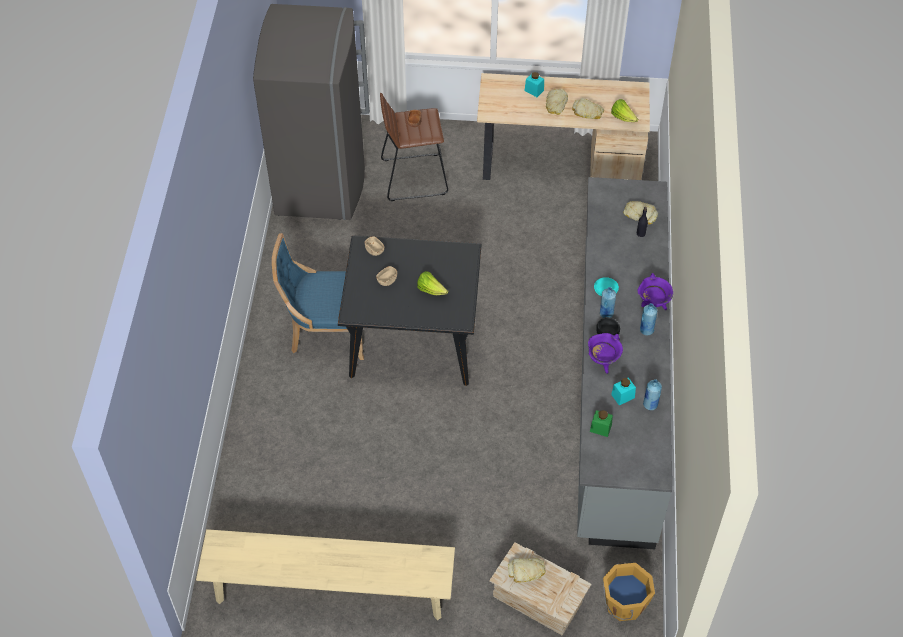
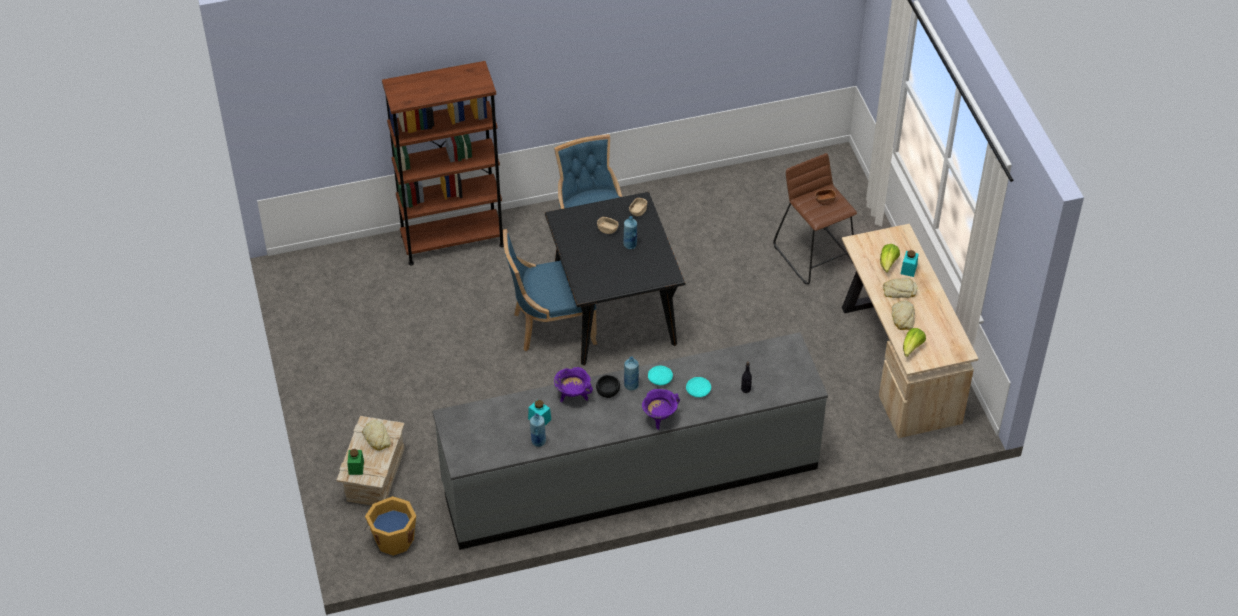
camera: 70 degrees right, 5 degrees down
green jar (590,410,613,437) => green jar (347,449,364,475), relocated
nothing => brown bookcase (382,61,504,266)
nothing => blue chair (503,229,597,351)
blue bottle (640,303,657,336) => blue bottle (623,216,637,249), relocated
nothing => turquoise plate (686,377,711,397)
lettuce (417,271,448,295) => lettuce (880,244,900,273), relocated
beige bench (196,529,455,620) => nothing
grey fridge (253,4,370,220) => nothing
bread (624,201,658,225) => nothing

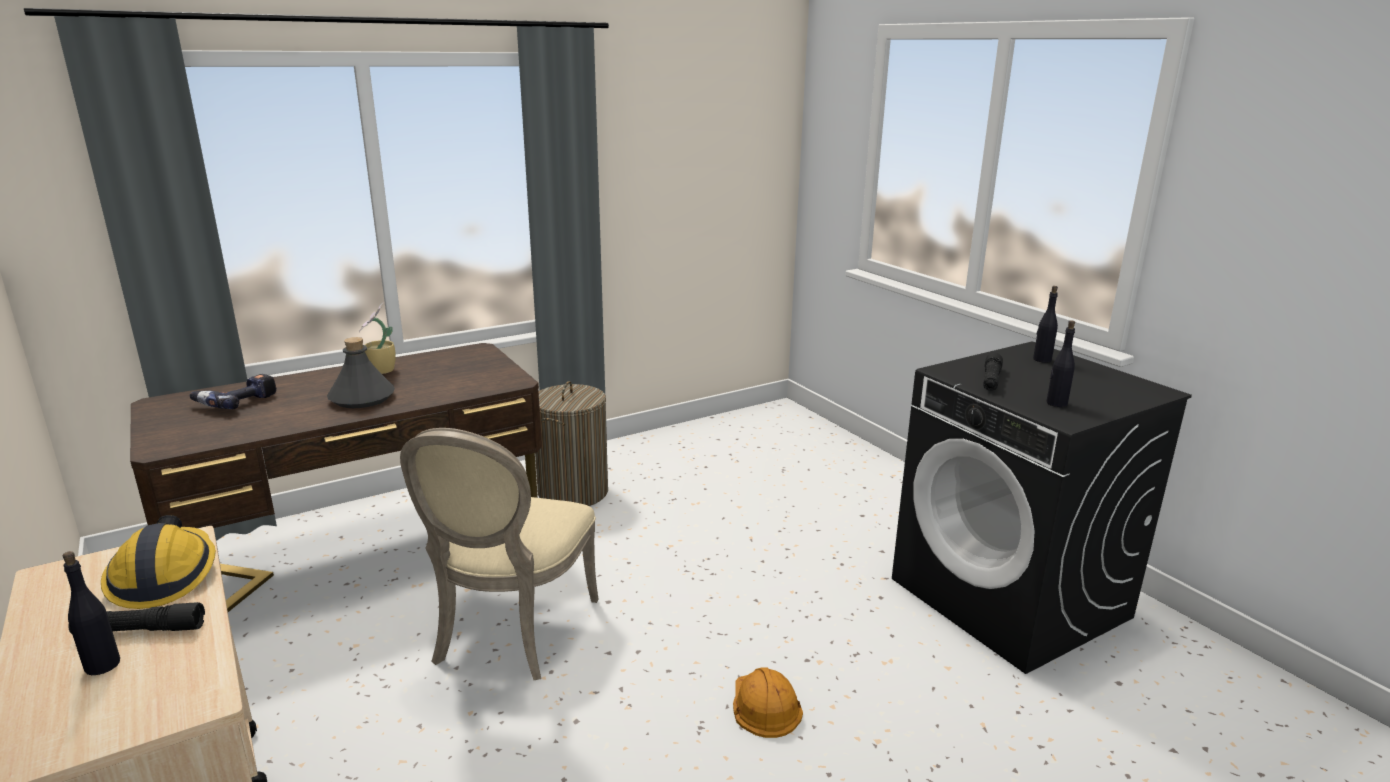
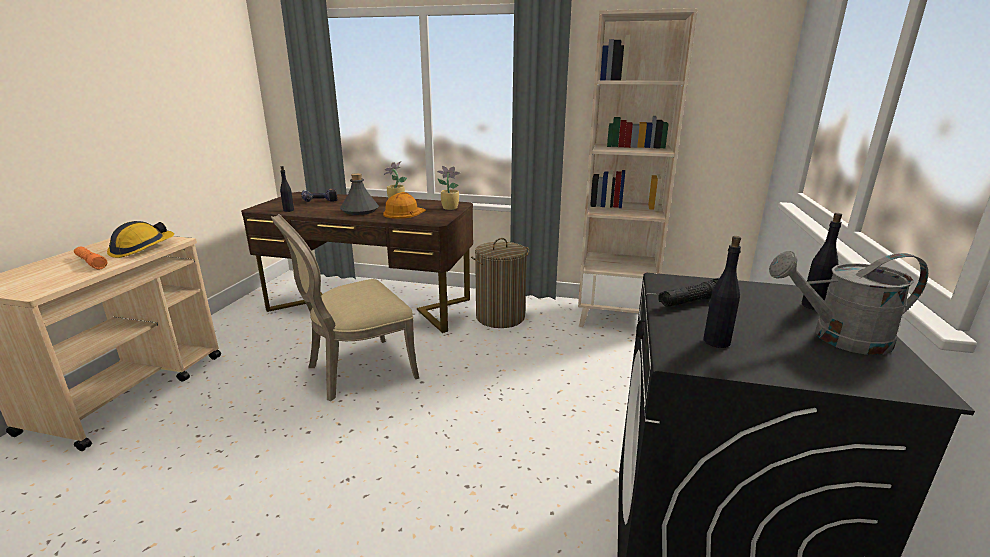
camera: 45 degrees right, 0 degrees up
black flashlight (68,602,205,634) => orange flashlight (74,247,108,269)
black bottle (63,551,120,675) => black bottle (280,166,294,212), relocated
orange hard hat (733,667,803,738) => orange hard hat (383,192,426,219), relocated
nothing => potted plant (437,166,460,210)
nothing => beige bookcase (578,8,698,327)
nothing => grey watering can (769,251,928,355)

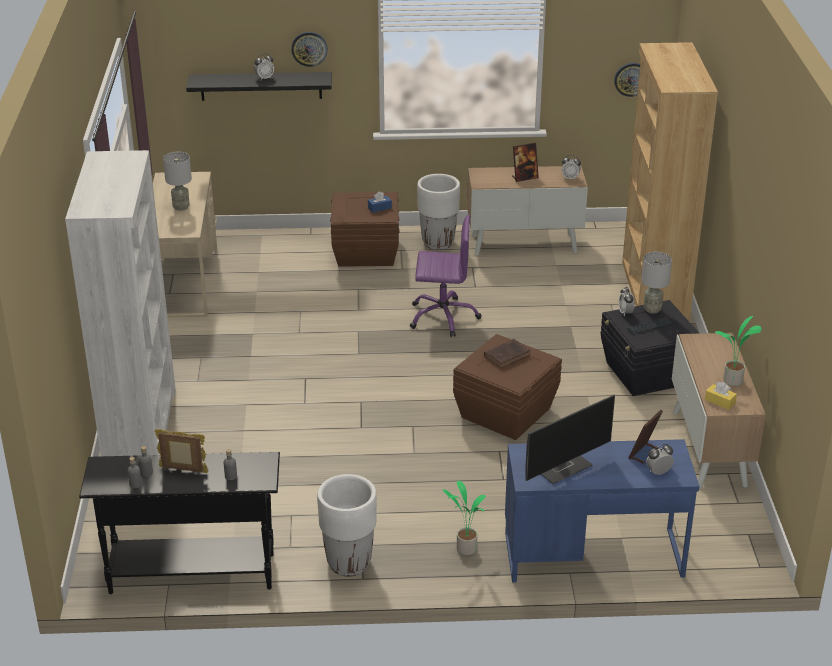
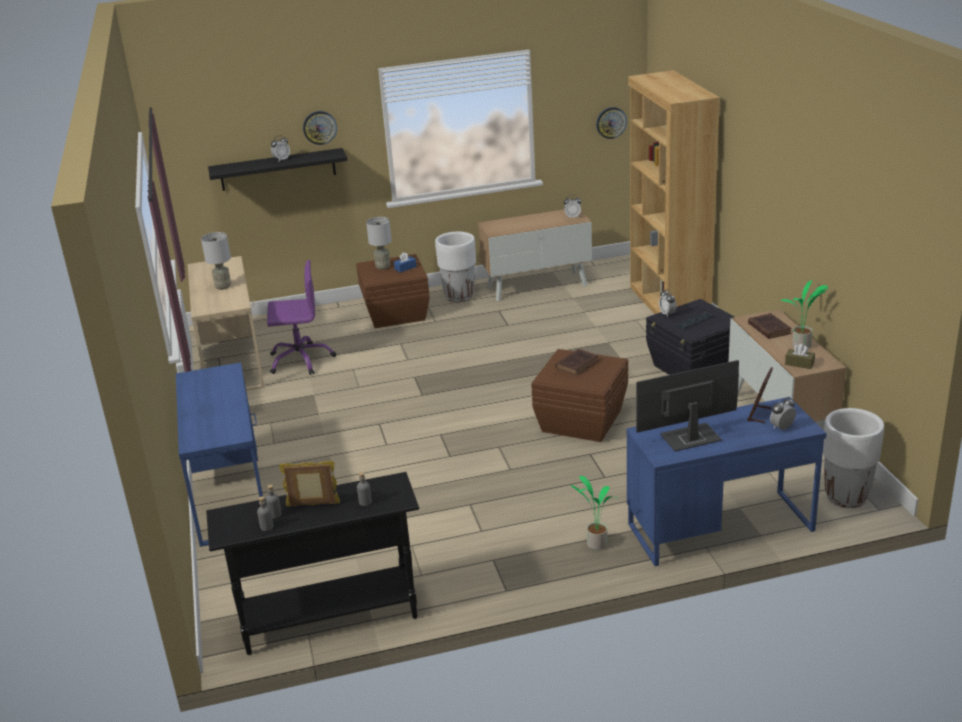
camera: 10 degrees left, 5 degrees down
white bookcase (65,150,176,456) => blue desk (176,362,263,547)
purple office chair (410,215,481,337) => purple office chair (267,260,336,375), relocated
grey table lamp (641,252,672,314) => grey table lamp (366,217,392,270), relocated
monitor (525,395,615,484) => monitor (636,360,739,451), 150 degrees counterclockwise
nothing => brown book (748,313,792,339)
yellow tissue box (705,382,737,410) => brown tissue box (785,344,815,369)
white planter (317,474,377,577) => white planter (823,408,884,508), relocated
picture frame (512,143,539,182) => nothing

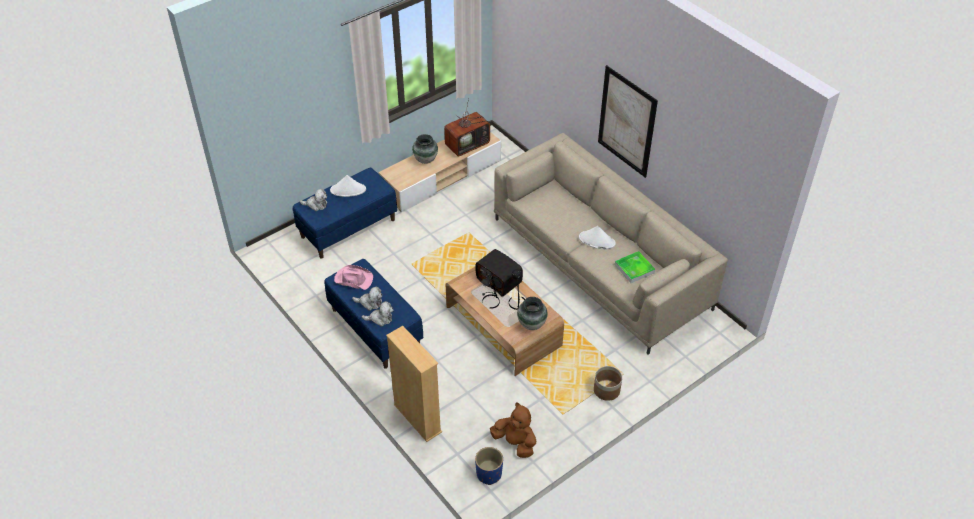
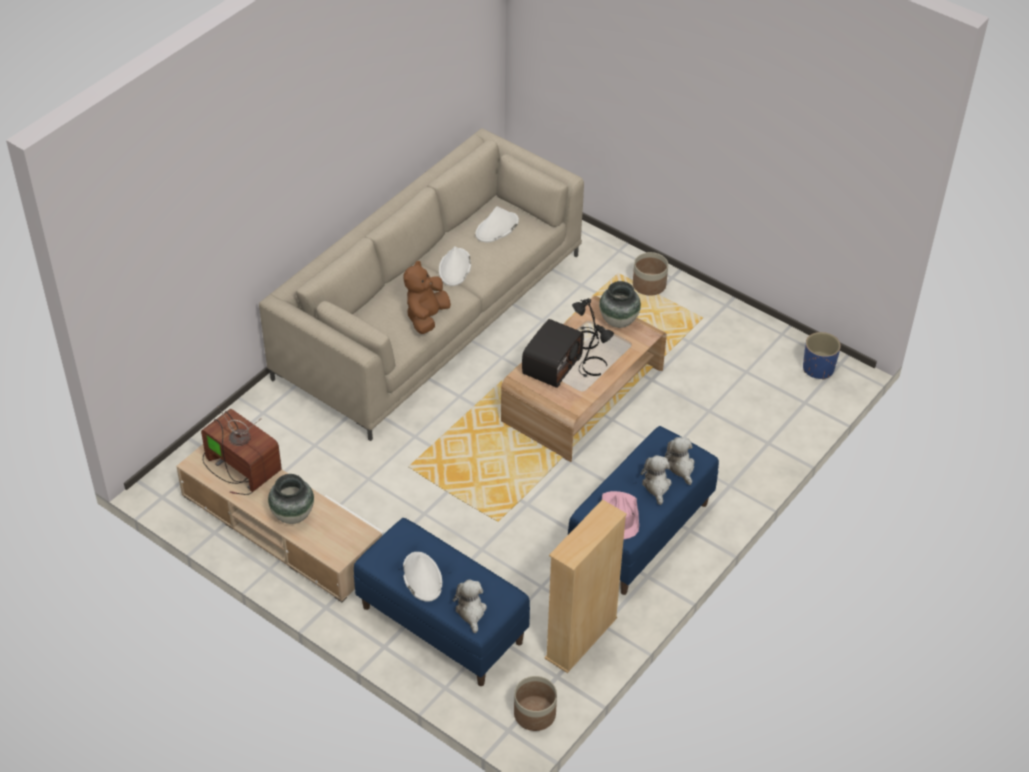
camera: 105 degrees left, 0 degrees up
brown plush toy (490,402,536,458) => brown plush toy (403,261,451,334), relocated
tray (615,251,655,283) => white hat (475,206,519,242)
nothing => planter (514,676,557,731)
beige bookcase (386,326,442,442) => beige bookcase (544,499,627,673), relocated
picture (598,65,658,178) => nothing

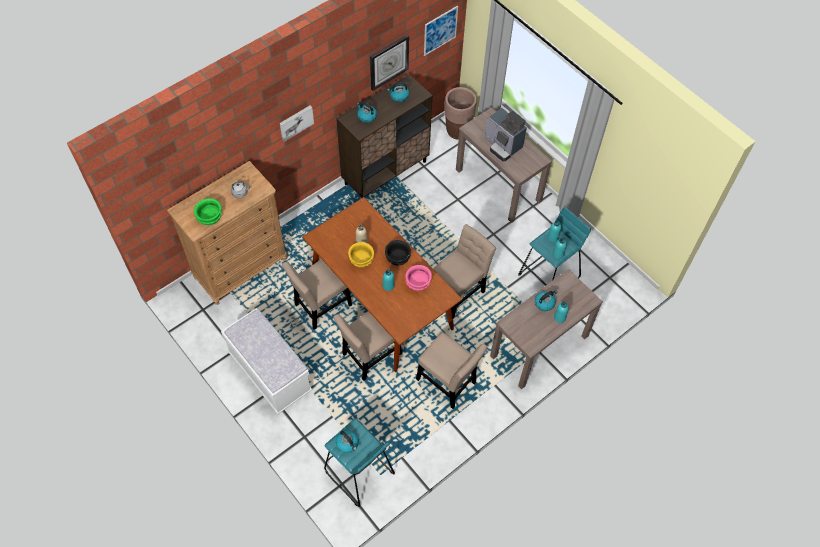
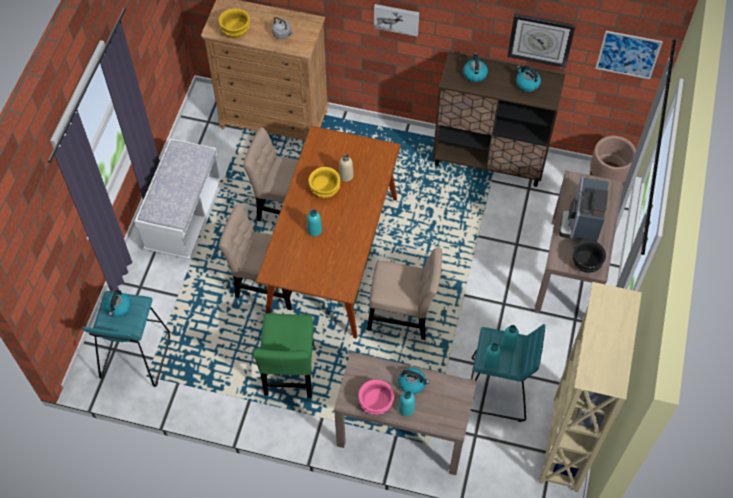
camera: 55 degrees right, 0 degrees up
green bowl (194,198,222,225) => yellow bowl (219,8,250,38)
beige chair (416,333,487,409) => green chair (253,313,314,398)
pink bowl (405,265,432,291) => pink bowl (358,380,394,415), relocated
nothing => beige bookcase (539,282,642,492)
black bowl (385,240,411,266) => black bowl (572,240,606,273), relocated

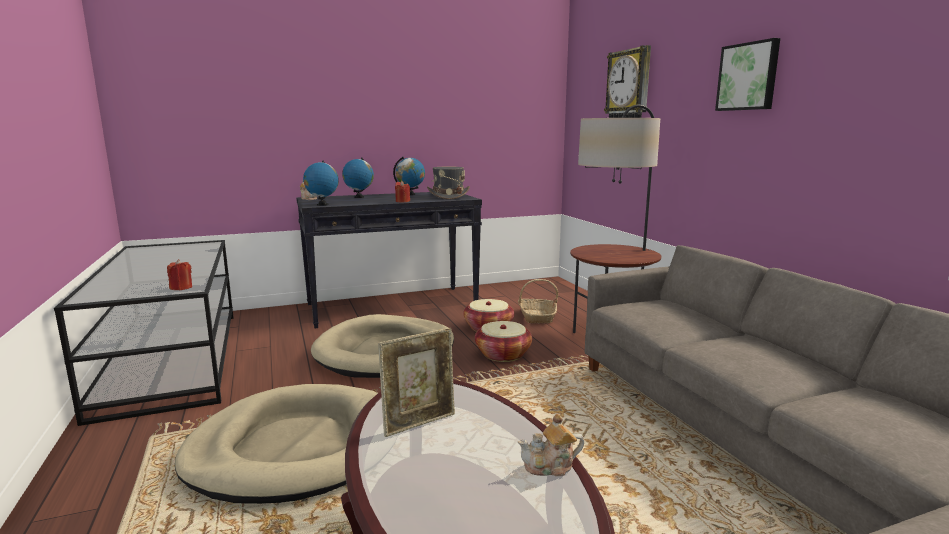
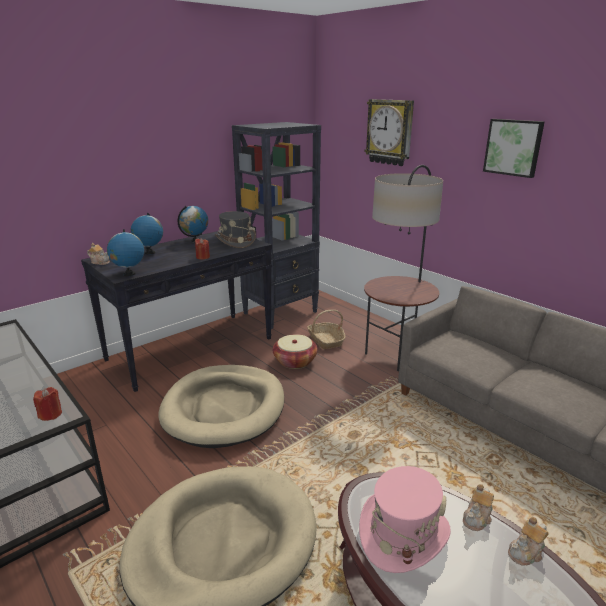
camera: 20 degrees left, 10 degrees up
nothing => black bookcase (232,122,321,329)
picture frame (378,328,455,437) => pink hat (359,466,451,573)
nothing => teapot (463,484,494,531)
basket (475,321,532,362) => nothing

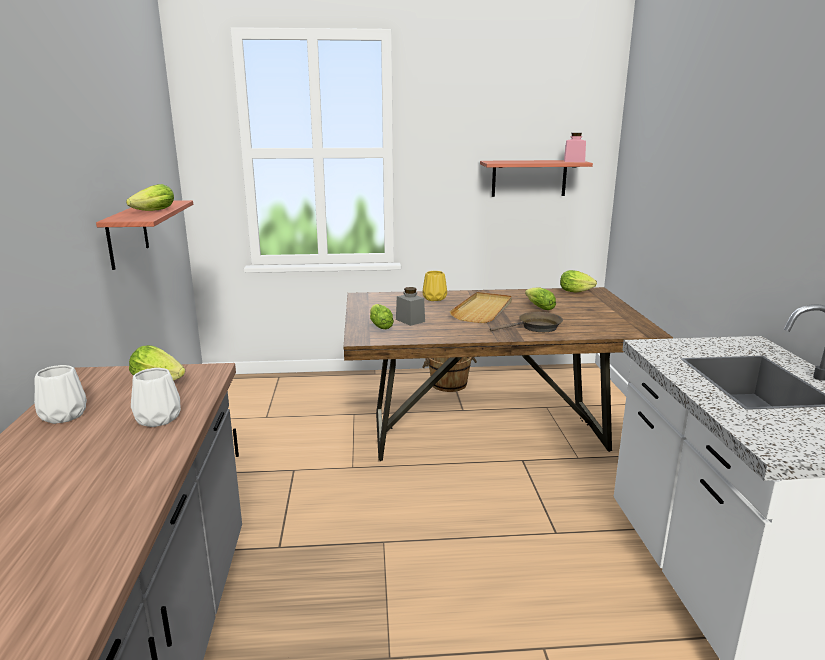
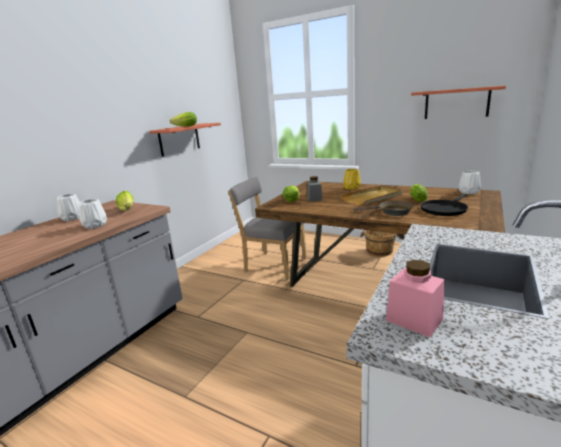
camera: 35 degrees right, 0 degrees up
nothing => grey chair (228,177,307,279)
pink jar (564,133,586,162) => pink jar (386,260,445,337), relocated
nothing => black frying pan (420,194,468,216)
lettuce (560,270,597,293) => white vase (458,171,481,194)

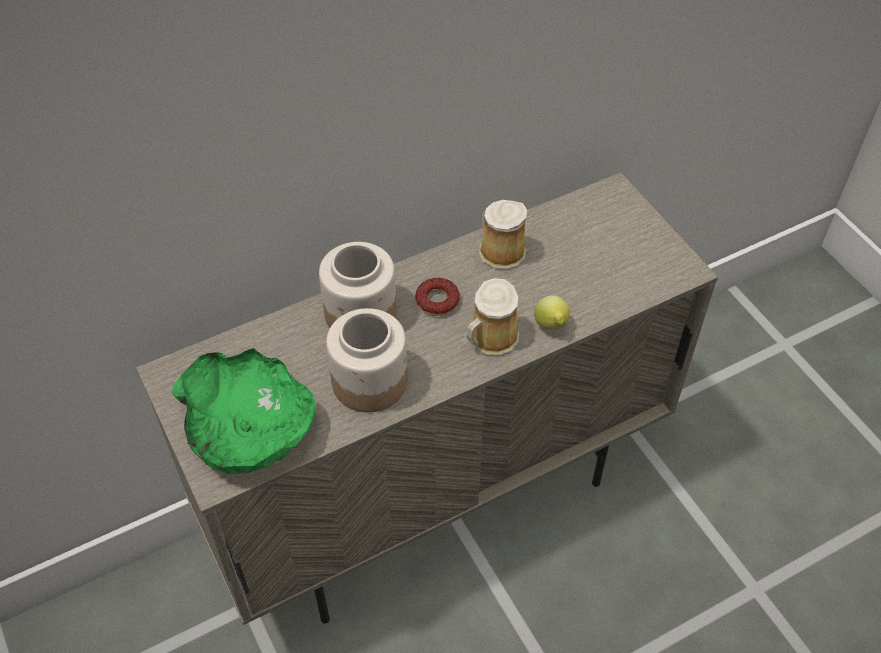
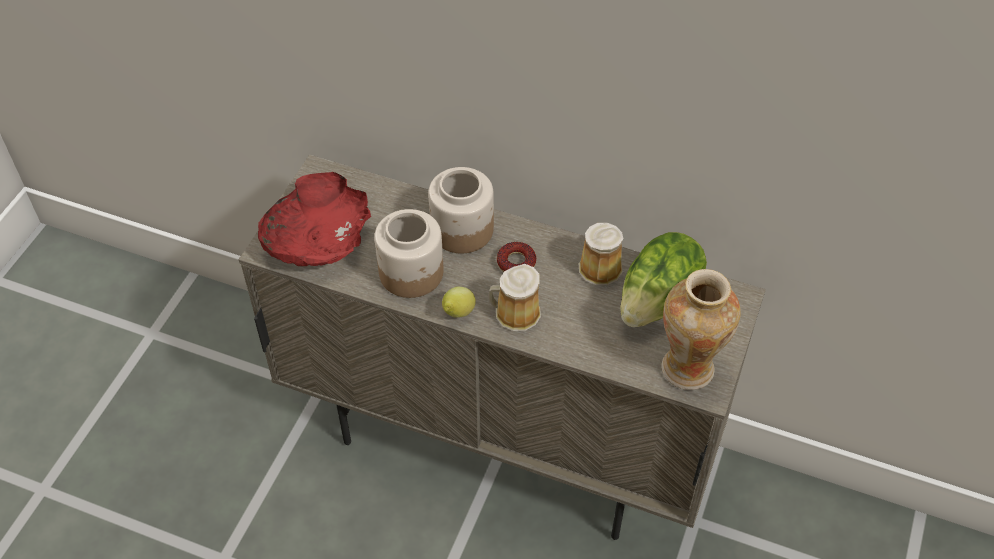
camera: 50 degrees right, 0 degrees up
green bowl (171,348,316,474) => red bowl (258,172,371,266)
lemon (534,295,570,330) => lemon (442,287,476,318), relocated
nothing => lettuce (620,232,707,327)
nothing => vase (661,269,741,390)

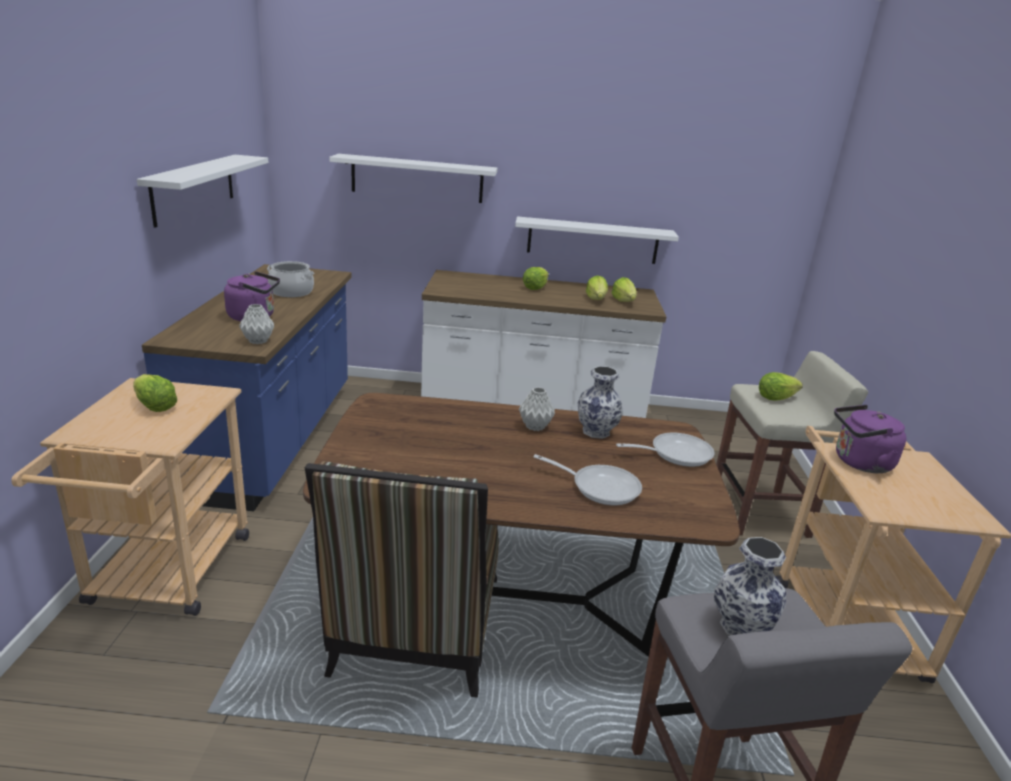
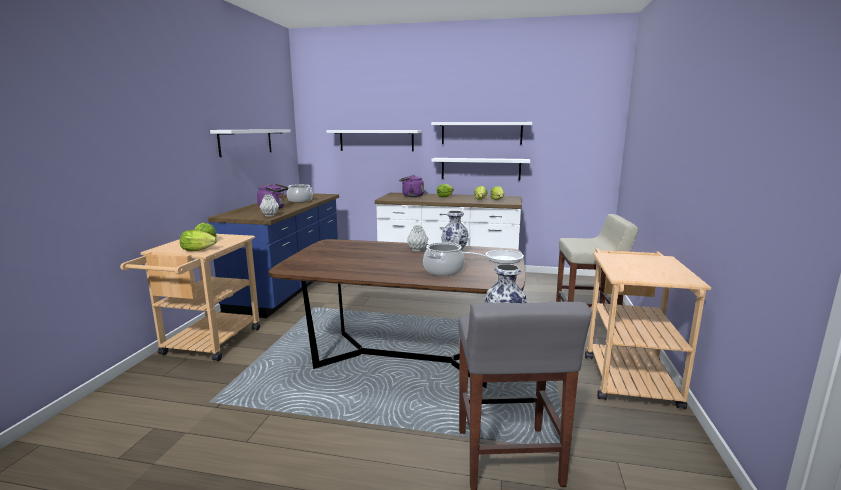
camera: 10 degrees right, 10 degrees down
lettuce (759,372,803,401) => lettuce (180,230,217,251), relocated
purple kettle (834,405,906,473) => purple kettle (399,175,424,197), relocated
frying pan (533,454,642,505) => cooking pot (423,242,464,276)
nothing => white shelf (431,122,532,145)
chair (304,461,499,698) => nothing

